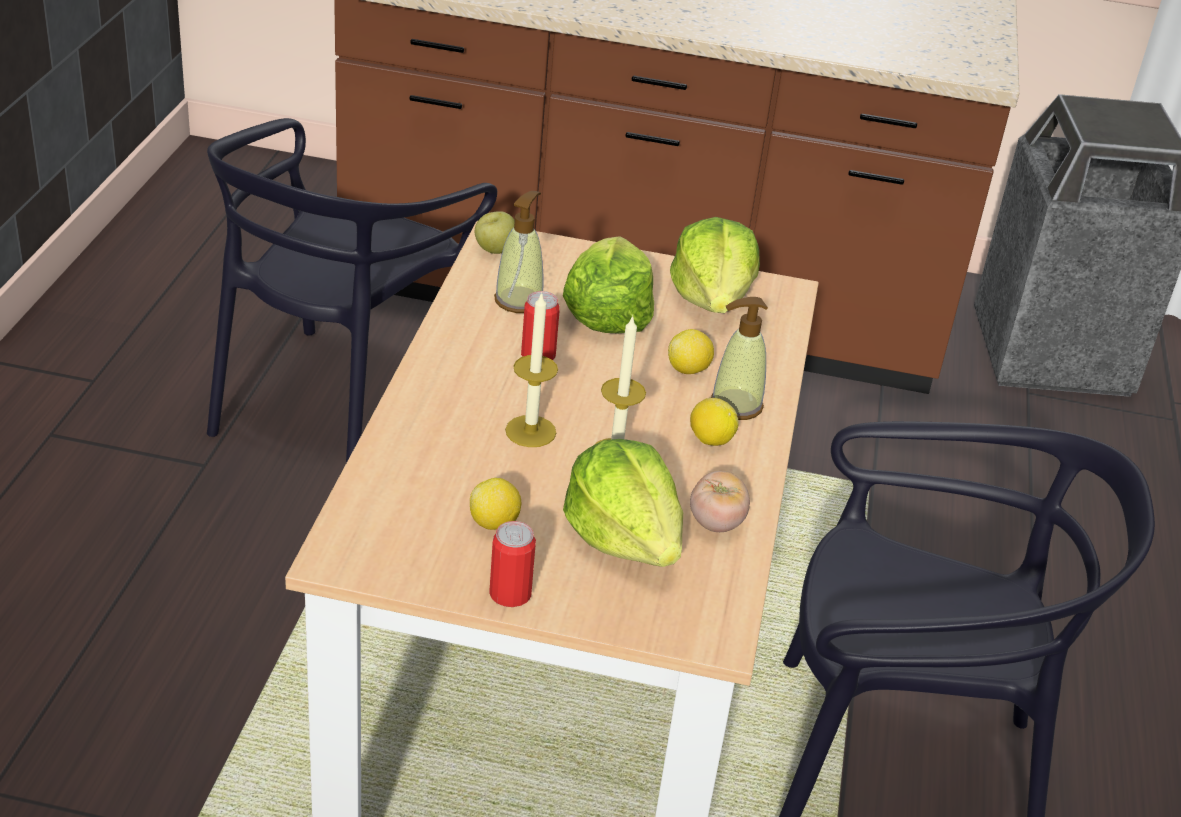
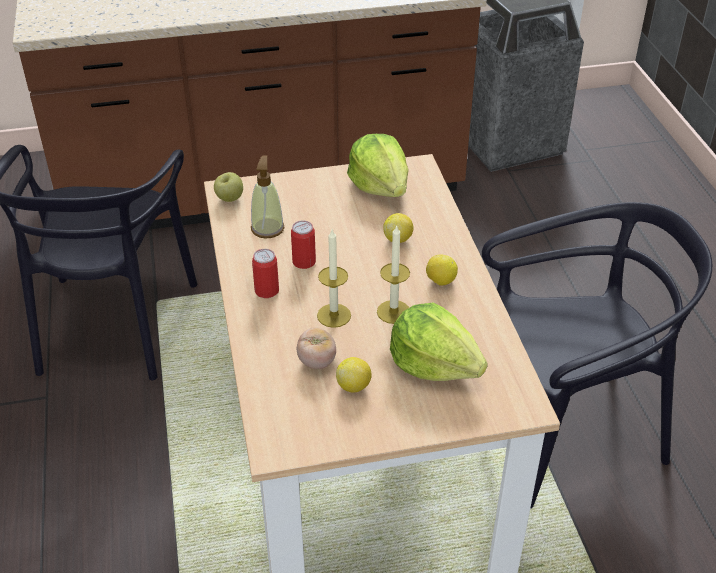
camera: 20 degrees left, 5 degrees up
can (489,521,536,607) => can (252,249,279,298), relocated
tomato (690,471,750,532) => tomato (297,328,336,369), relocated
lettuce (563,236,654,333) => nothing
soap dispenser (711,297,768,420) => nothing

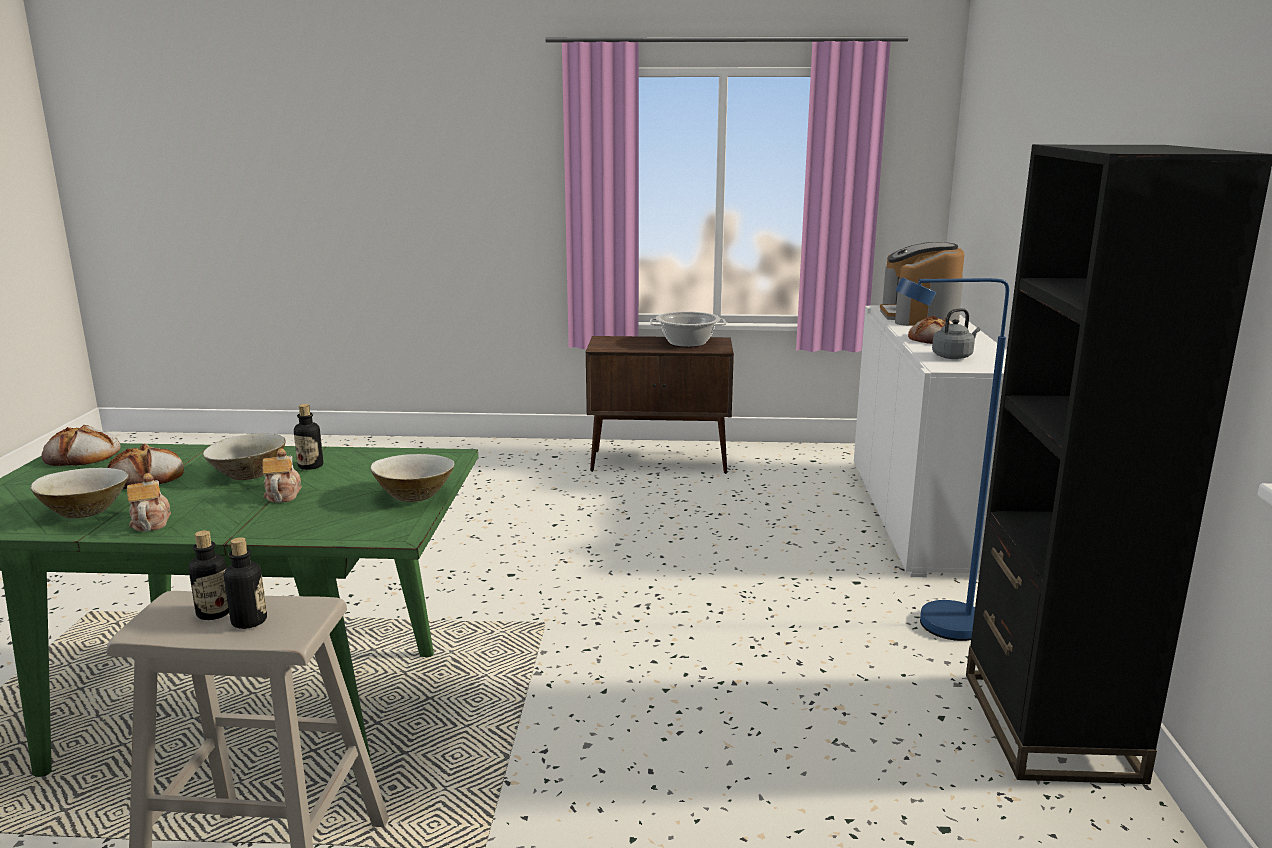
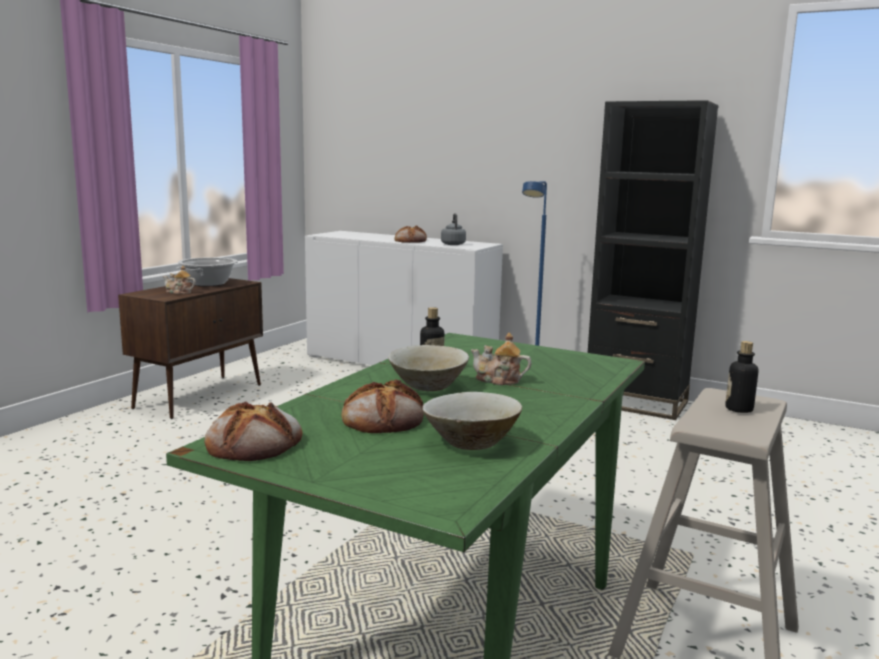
camera: 65 degrees left, 5 degrees down
teapot (127,473,171,532) => teapot (163,266,196,294), relocated
bottle (189,530,229,620) => nothing
beige bowl (370,454,455,502) => nothing
coffee machine (880,242,965,326) => nothing

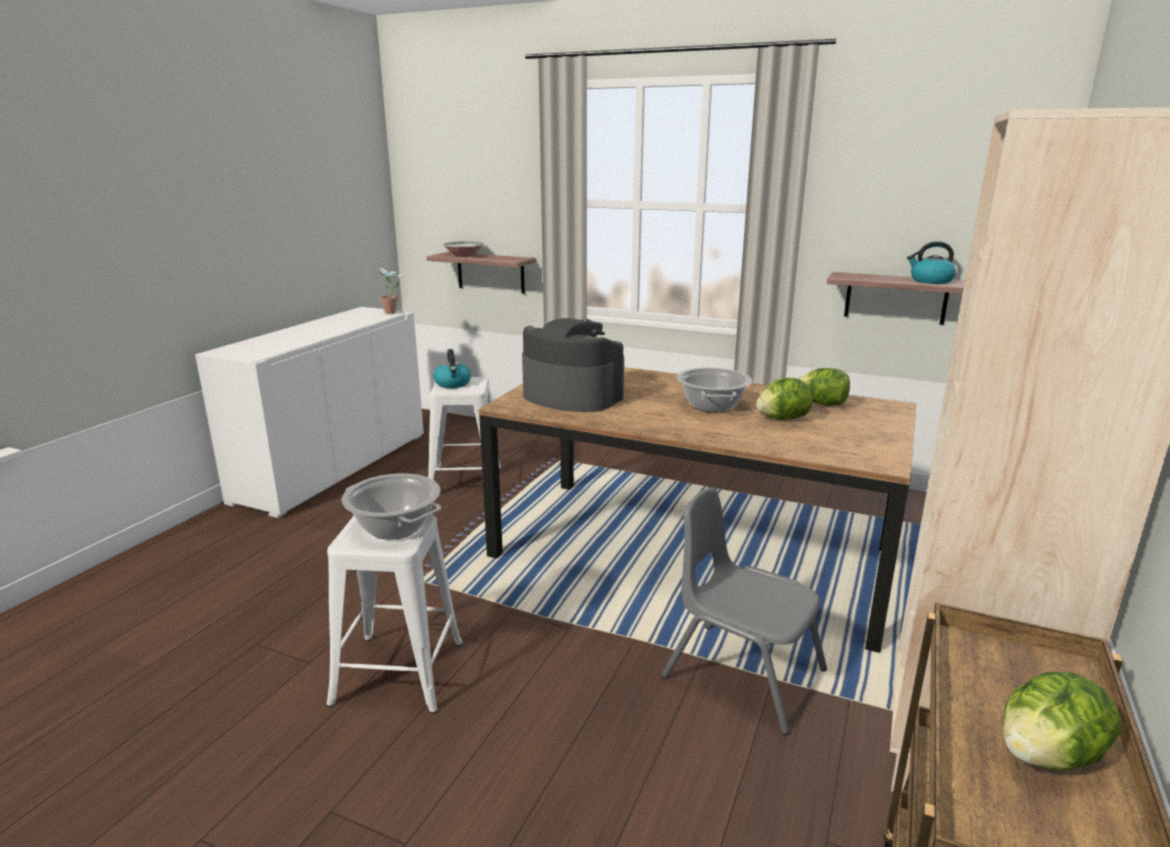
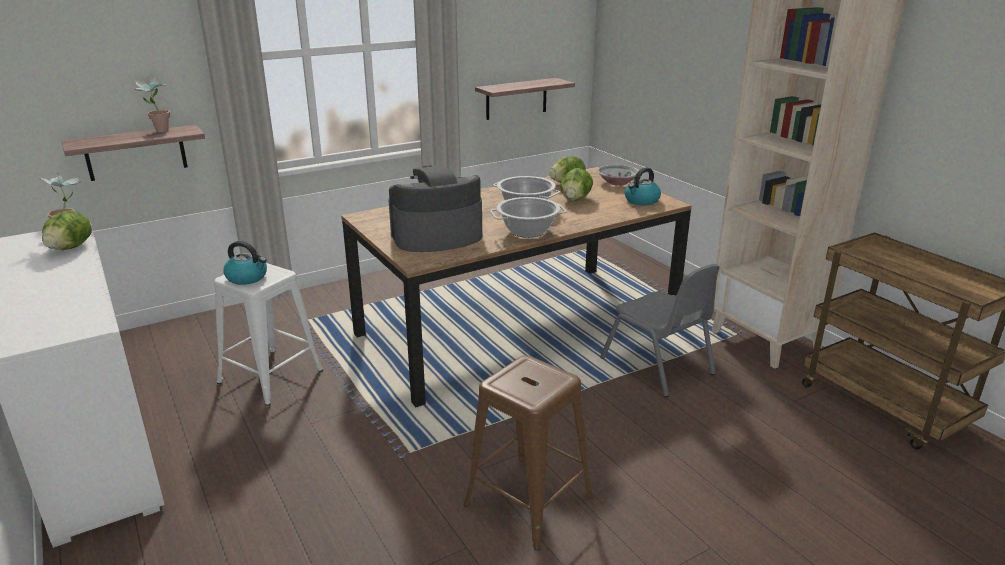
camera: 55 degrees left, 5 degrees up
lettuce (1003,672,1121,771) => lettuce (42,210,92,250), relocated
nothing => potted plant (134,75,170,132)
white stool (327,515,463,714) => brown stool (464,356,594,551)
cooking pot (342,473,441,539) => cooking pot (490,197,567,238), relocated
bowl (443,241,484,257) => bowl (597,165,639,186), relocated
grey chair (662,488,827,735) => grey chair (600,264,719,397), 105 degrees counterclockwise
kettle (907,241,956,284) => kettle (625,167,661,205), relocated

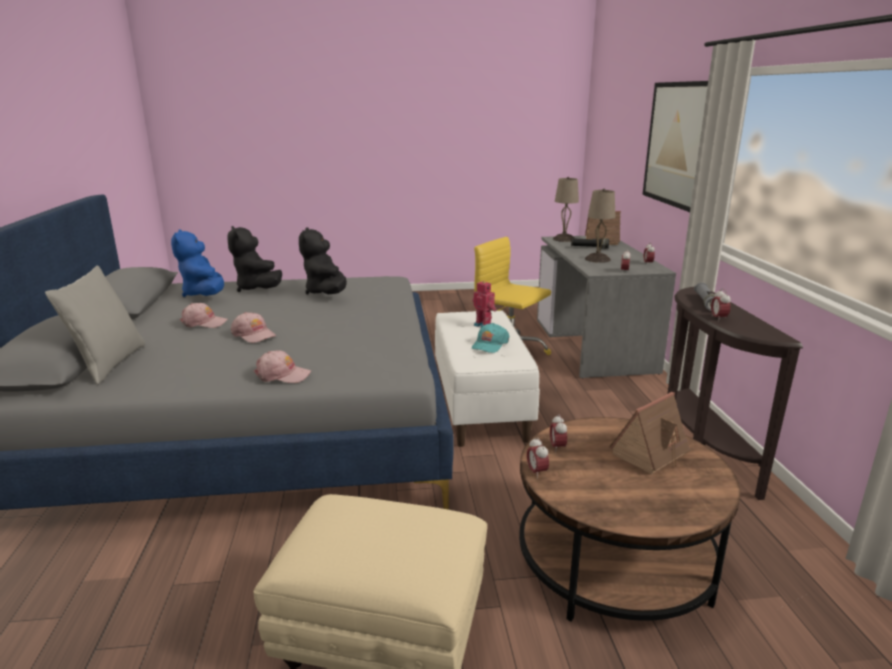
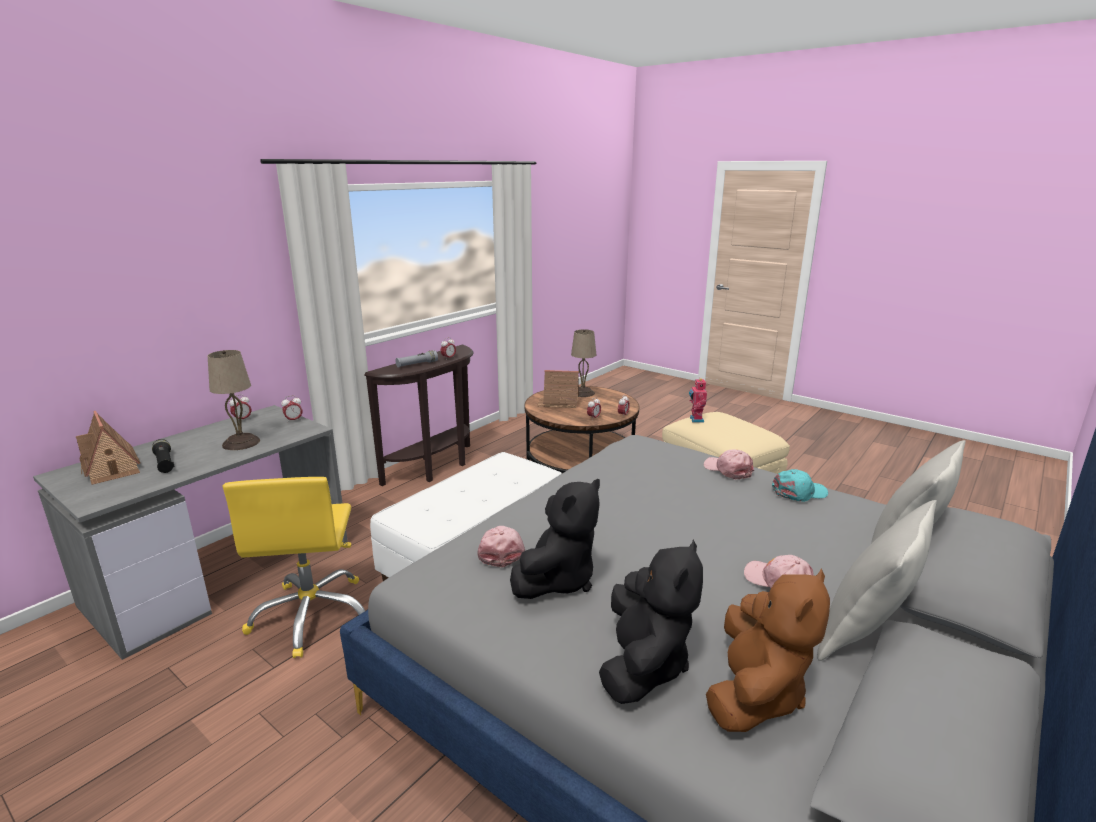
camera: 135 degrees left, 0 degrees up
pink cap (231,312,276,343) => pink cap (477,526,526,567), relocated
beige table lamp (553,177,579,242) => beige table lamp (571,329,596,397), relocated
toy robot (472,280,497,328) => toy robot (689,377,707,423), relocated
blue plush toy (171,229,224,297) => brown plush toy (706,569,830,732)
turquoise cap (472,323,510,353) => turquoise cap (772,469,828,502), relocated
nothing => grey pillow (817,500,937,661)
picture (642,81,708,212) => nothing

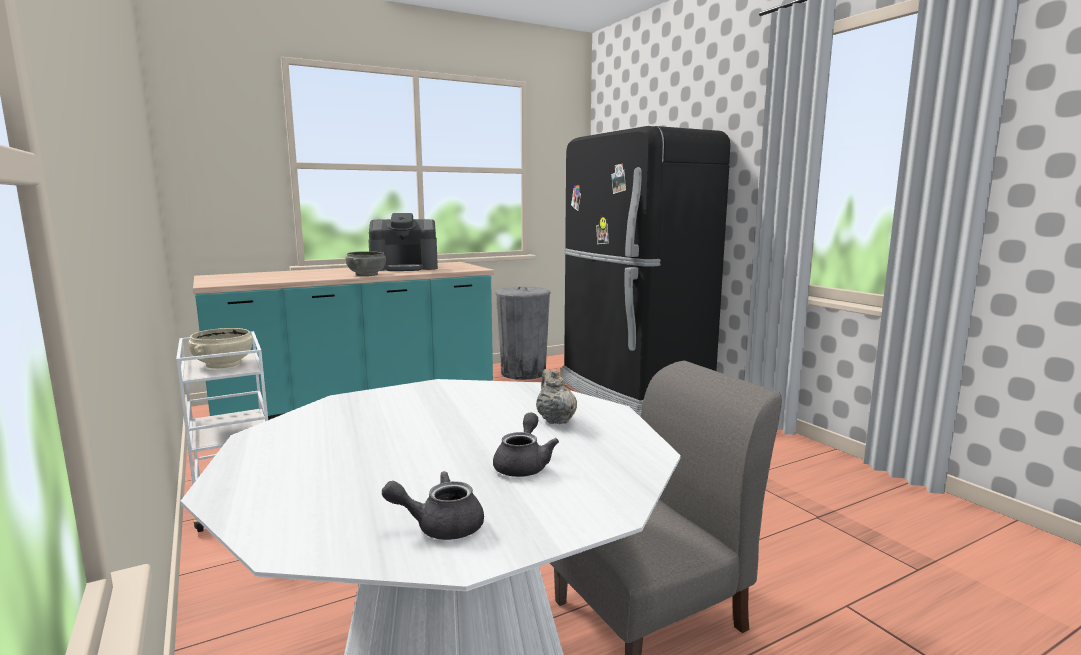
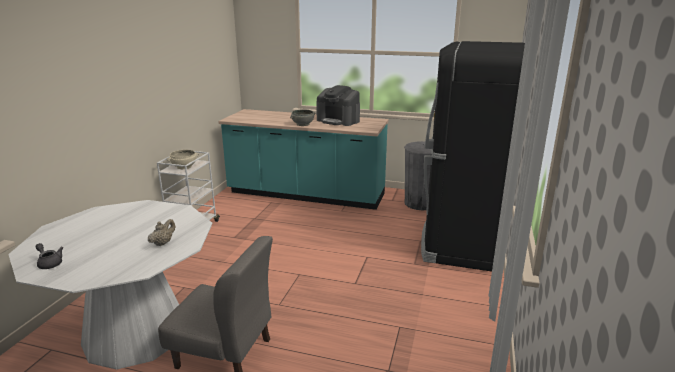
camera: 45 degrees right, 10 degrees up
grey teapot (493,412,559,477) => nothing

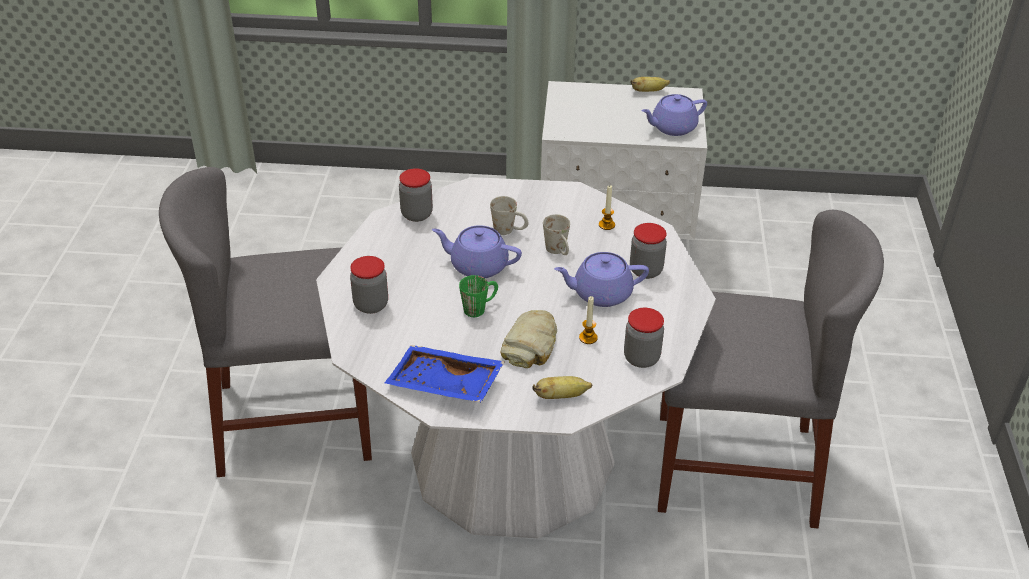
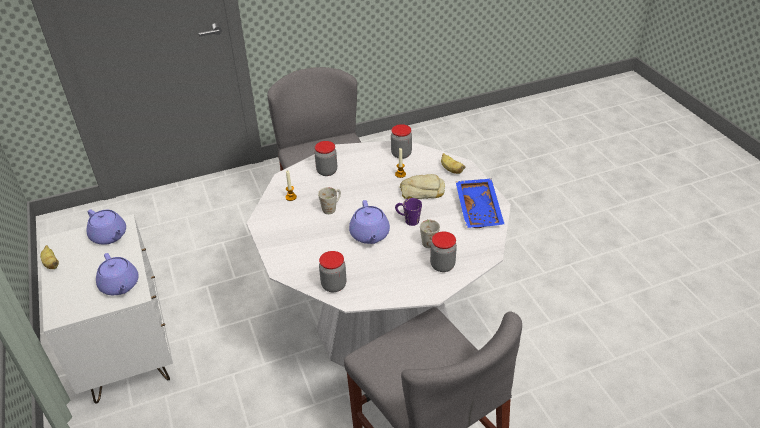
camera: 115 degrees left, 0 degrees up
purple teapot (554,252,649,307) => purple teapot (96,253,139,295), relocated
green mug (459,275,498,317) => purple mug (395,198,422,226)
white mug (490,196,529,235) => white mug (420,219,440,248), relocated

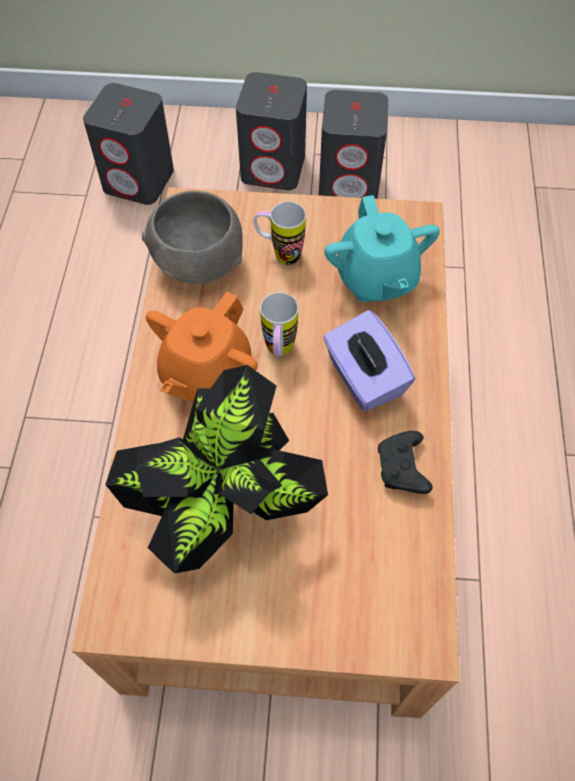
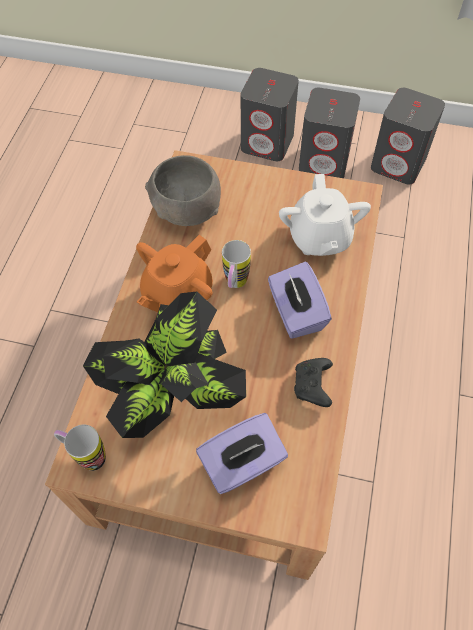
camera: 10 degrees right, 0 degrees up
mug (254,202,306,265) => mug (54,425,106,471), relocated
nothing => purple tissue box (196,413,288,494)
turquoise teapot (324,195,440,302) => white teapot (279,174,371,256)
grey speaker (83,83,174,205) => grey speaker (371,88,445,185), relocated

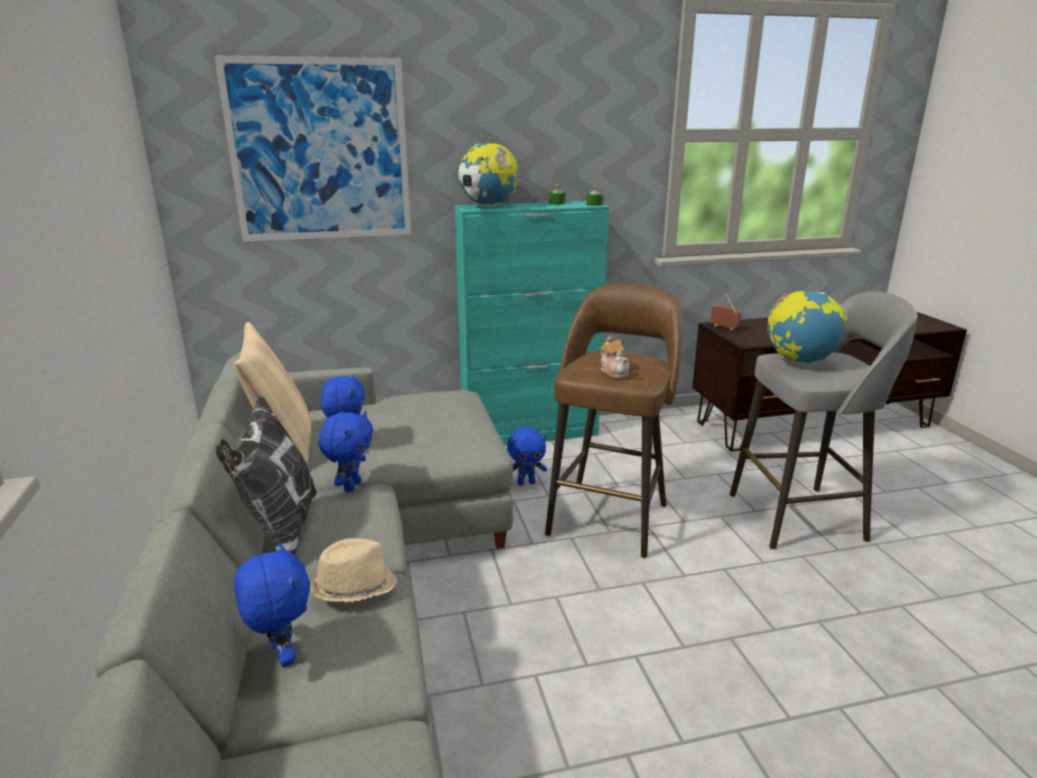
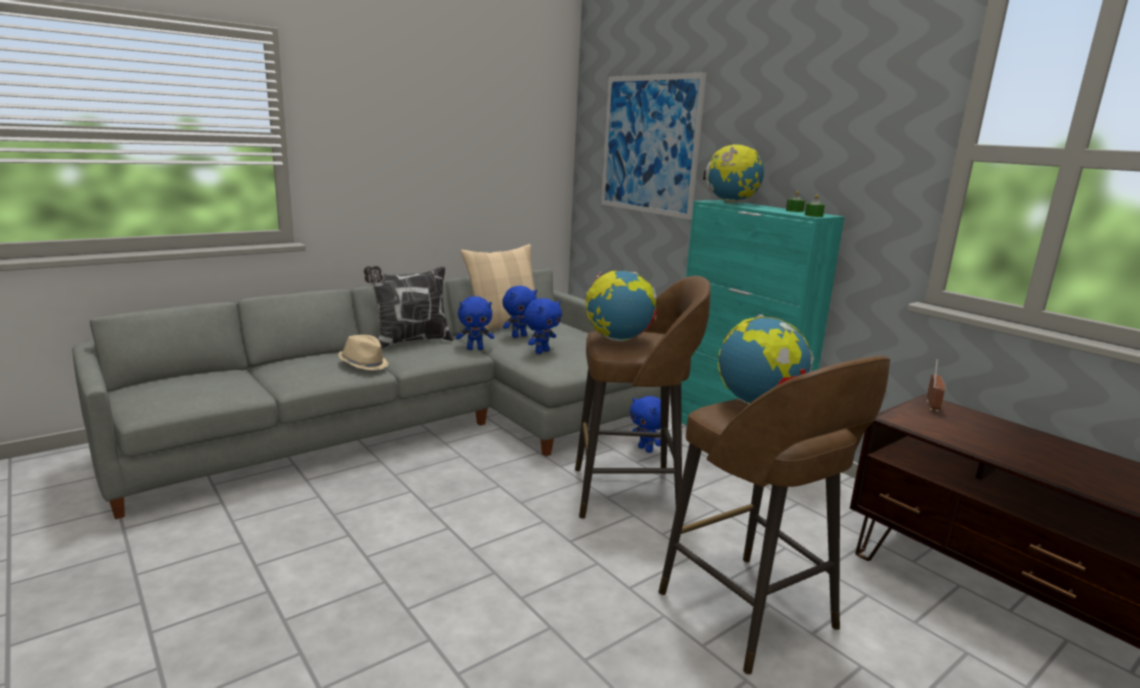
camera: 65 degrees right, 5 degrees down
blue plush toy (234,543,310,667) => blue plush toy (524,298,562,354), relocated
teapot (600,335,630,379) => globe (586,270,657,342)
grey stool (730,291,918,549) => brown stool (659,356,890,675)

